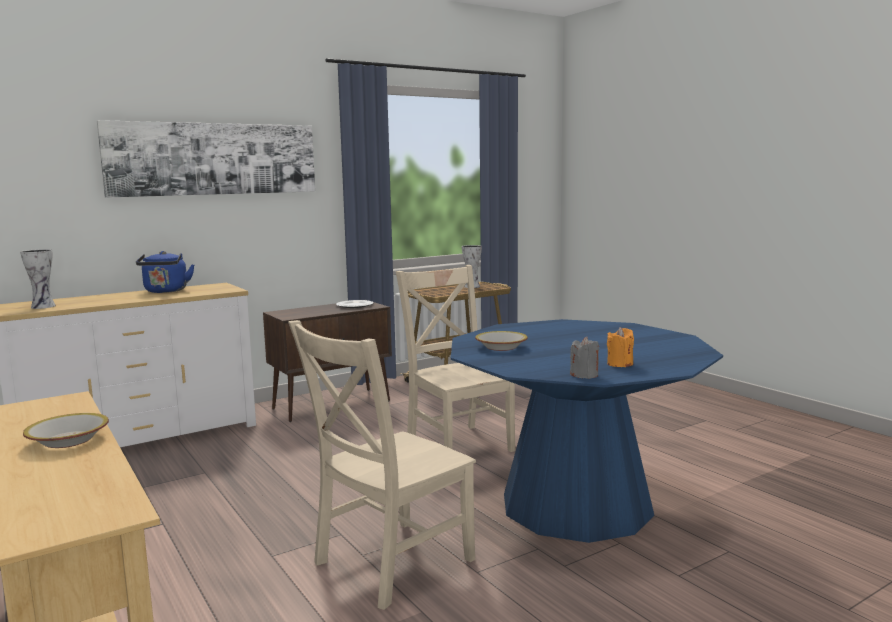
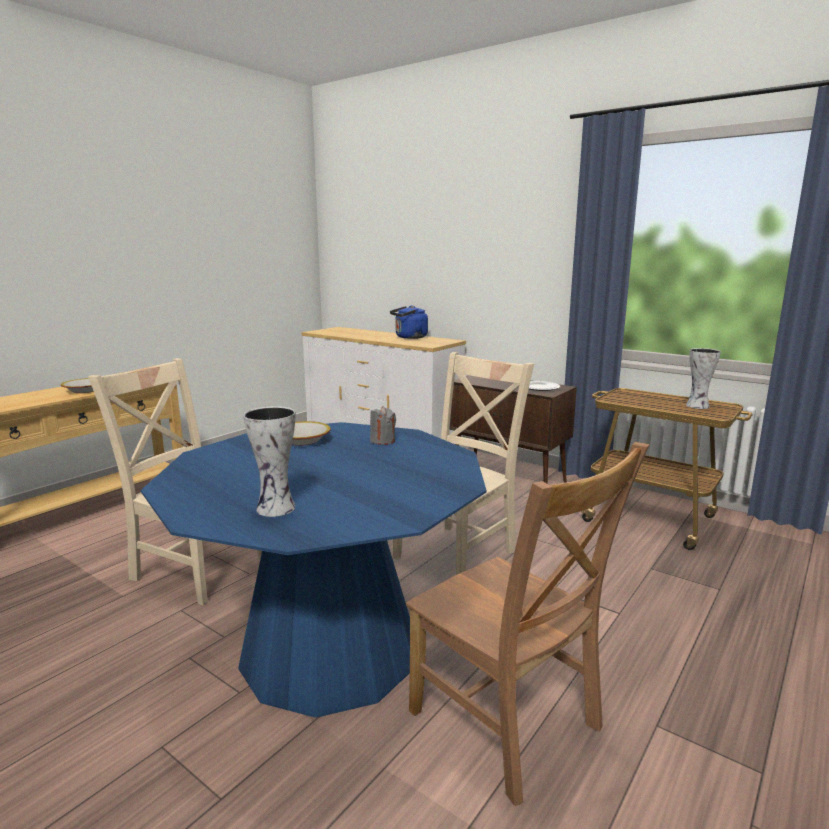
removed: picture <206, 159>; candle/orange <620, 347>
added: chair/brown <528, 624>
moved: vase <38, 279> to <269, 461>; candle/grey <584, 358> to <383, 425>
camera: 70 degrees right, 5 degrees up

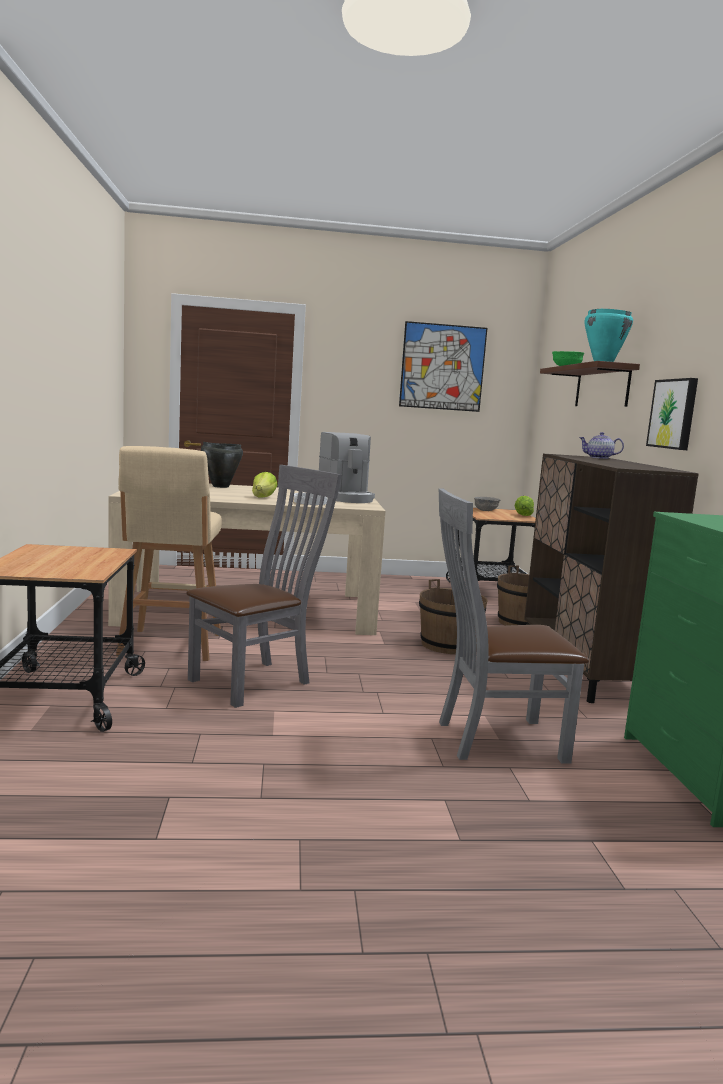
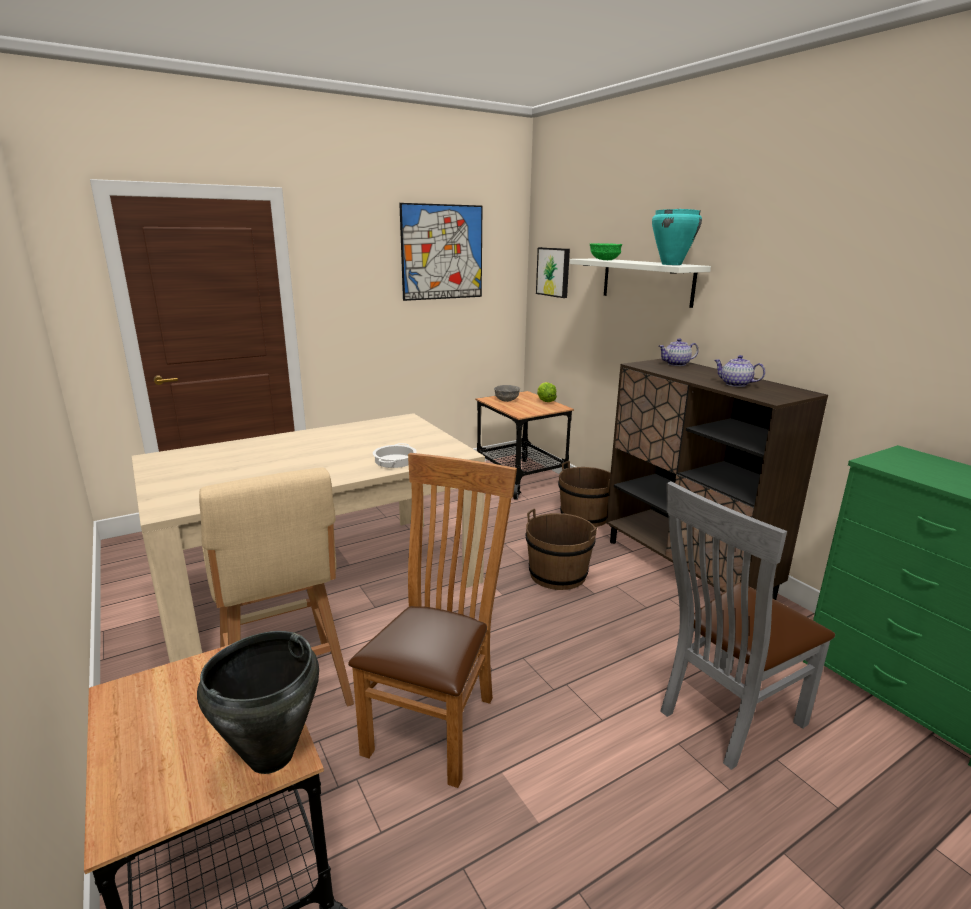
removed: lettuce <265, 484>; coffee machine <347, 467>
added: teapot <739, 371>
moved: cooking pot/black <222, 465> to <258, 702>; picture <672, 414> to <553, 272>
recoloured: chair/grey <264, 586> to chair/brown <432, 620>; shelf/brown <590, 384> to shelf/white <640, 283>
camera: 25 degrees left, 10 degrees up

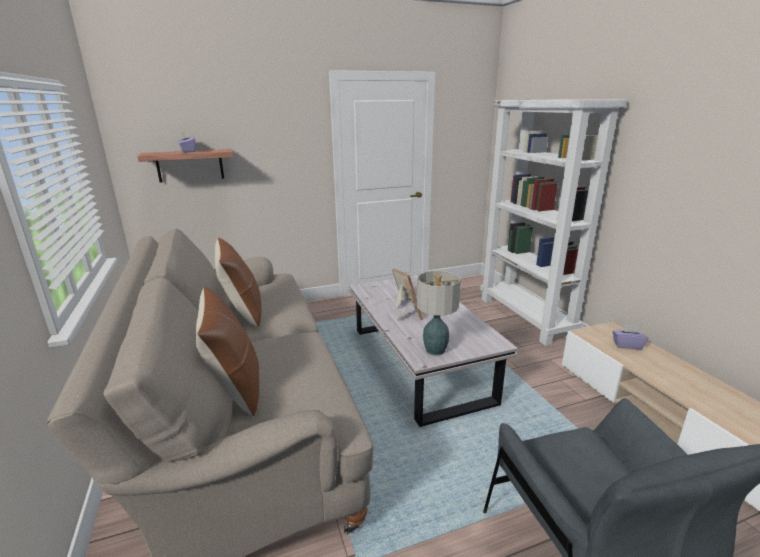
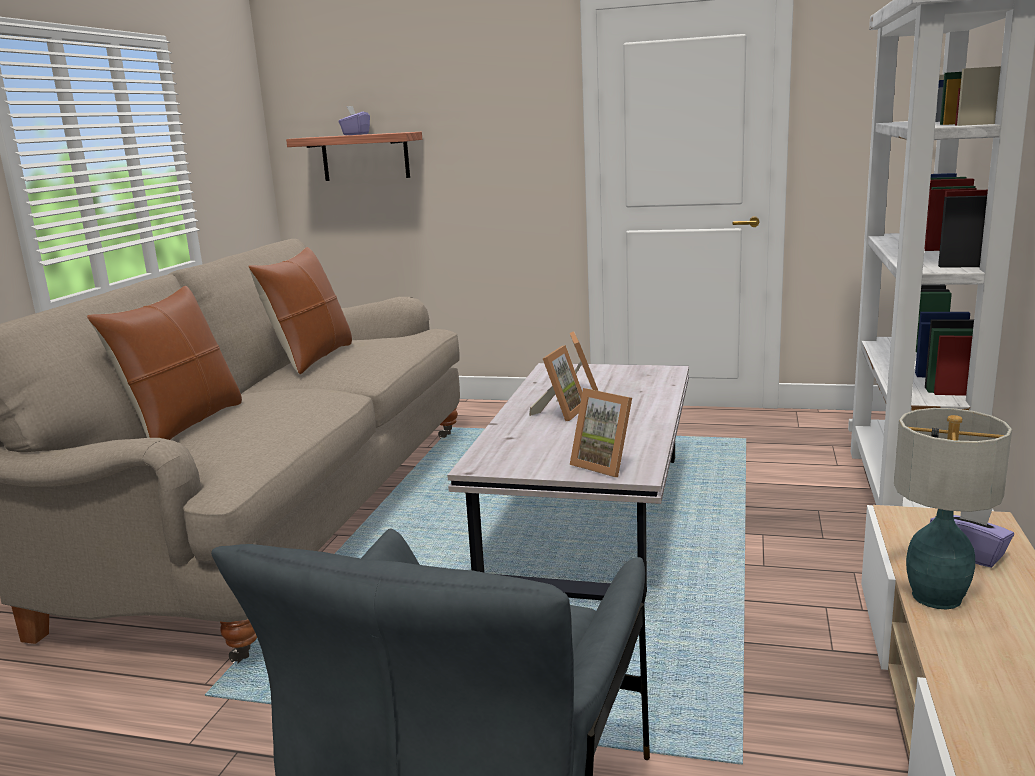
added: picture frame <601, 432>
moved: table lamp <439, 313> to <953, 509>
camera: 35 degrees right, 5 degrees down

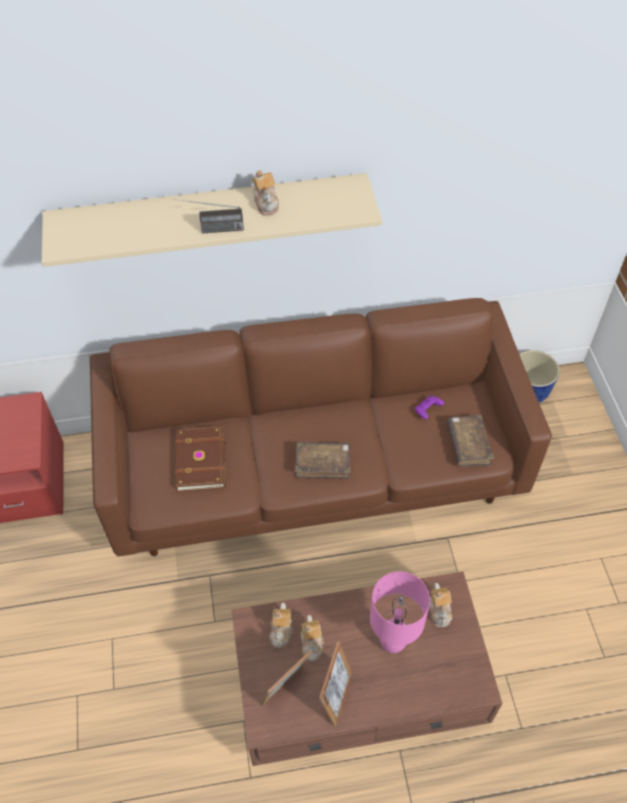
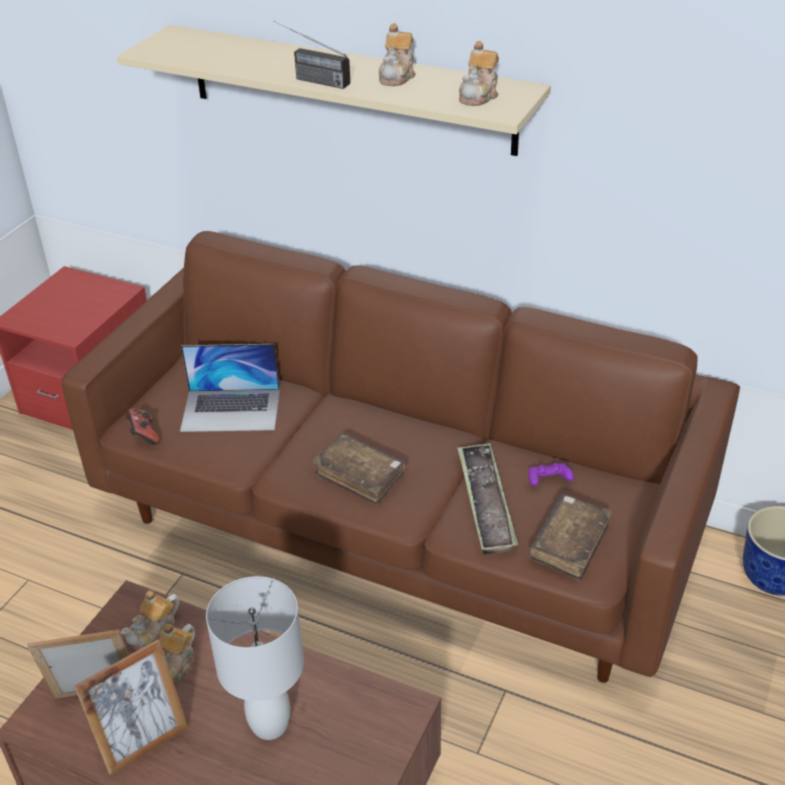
added: game controller <142, 427>; tray <488, 498>
moved: teapot <440, 605> to <479, 73>
replaced: book/brown <200, 459> to laptop <230, 388>
recoloured: table lamp/pink <400, 612> to table lamp/white <255, 658>
camera: 35 degrees right, 15 degrees down

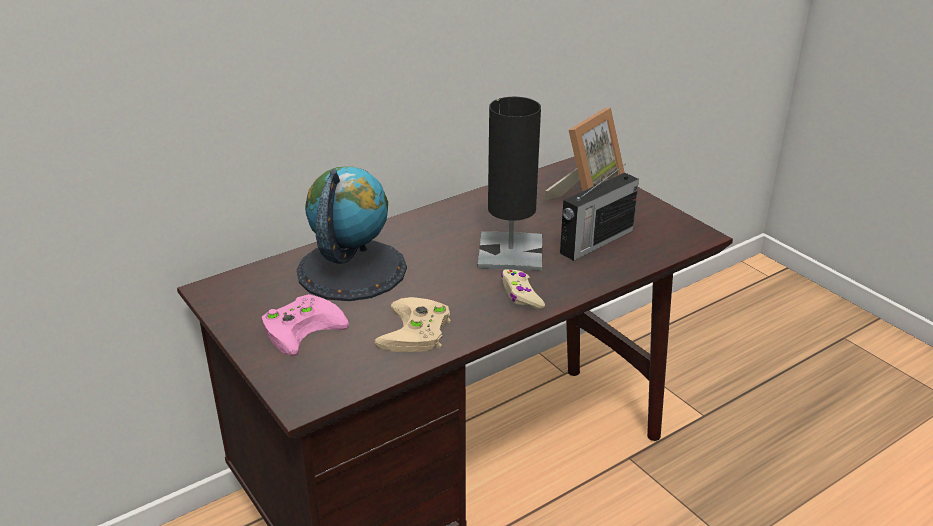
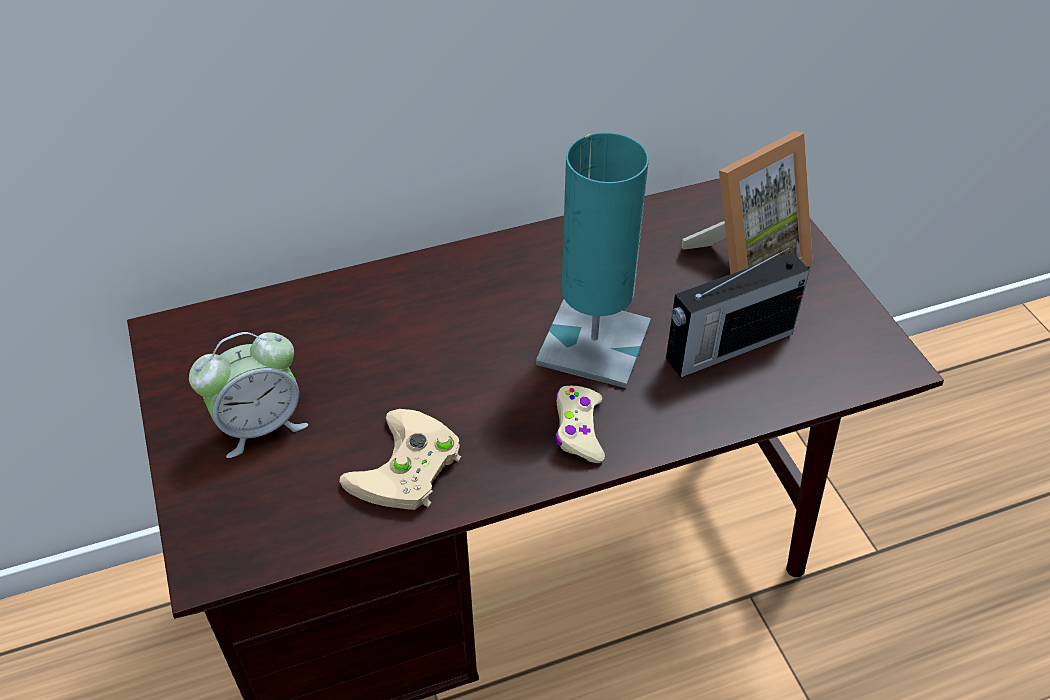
removed: globe <352, 233>
replaced: game controller/pink <305, 325> to alarm clock <248, 395>
recoloured: table lamp/black <510, 184> to table lamp/turquoise <593, 260>
camera: 15 degrees right, 15 degrees up

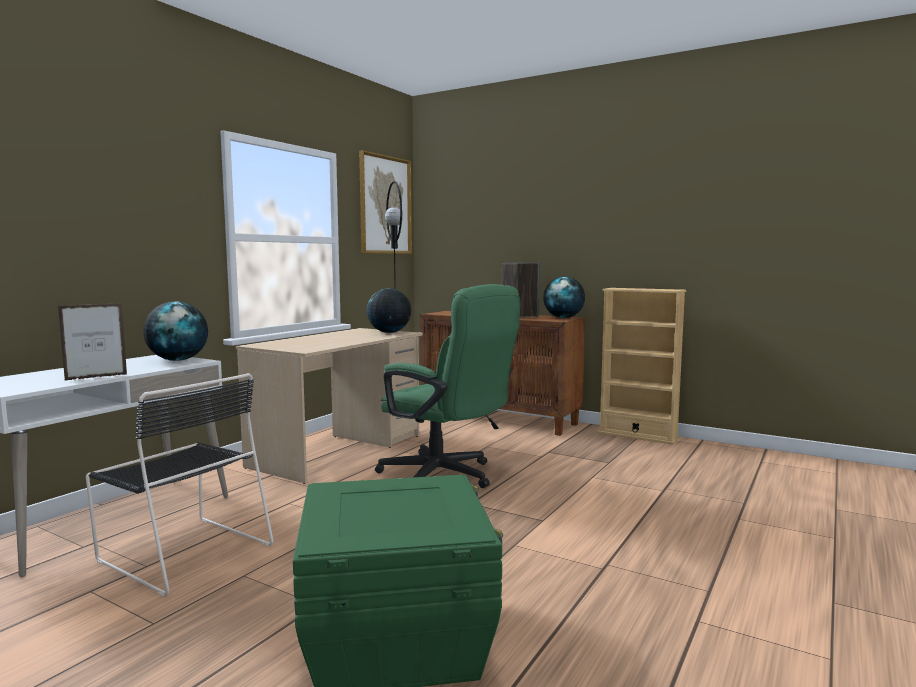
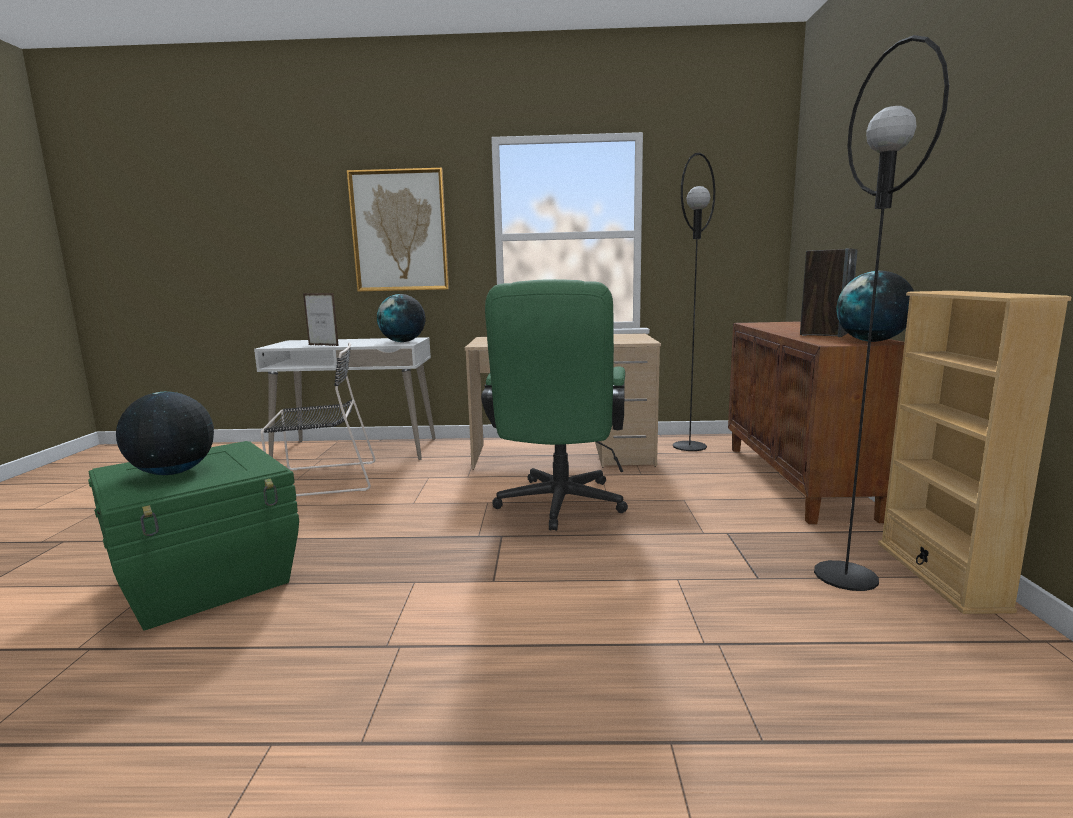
added: floor lamp/black <881, 313>
moved: globe <389, 310> to <165, 433>; picture <385, 202> to <398, 230>
turned: chair/black <180, 484> = <318, 419> 105 degrees counterclockwise
camera: 60 degrees right, 5 degrees up

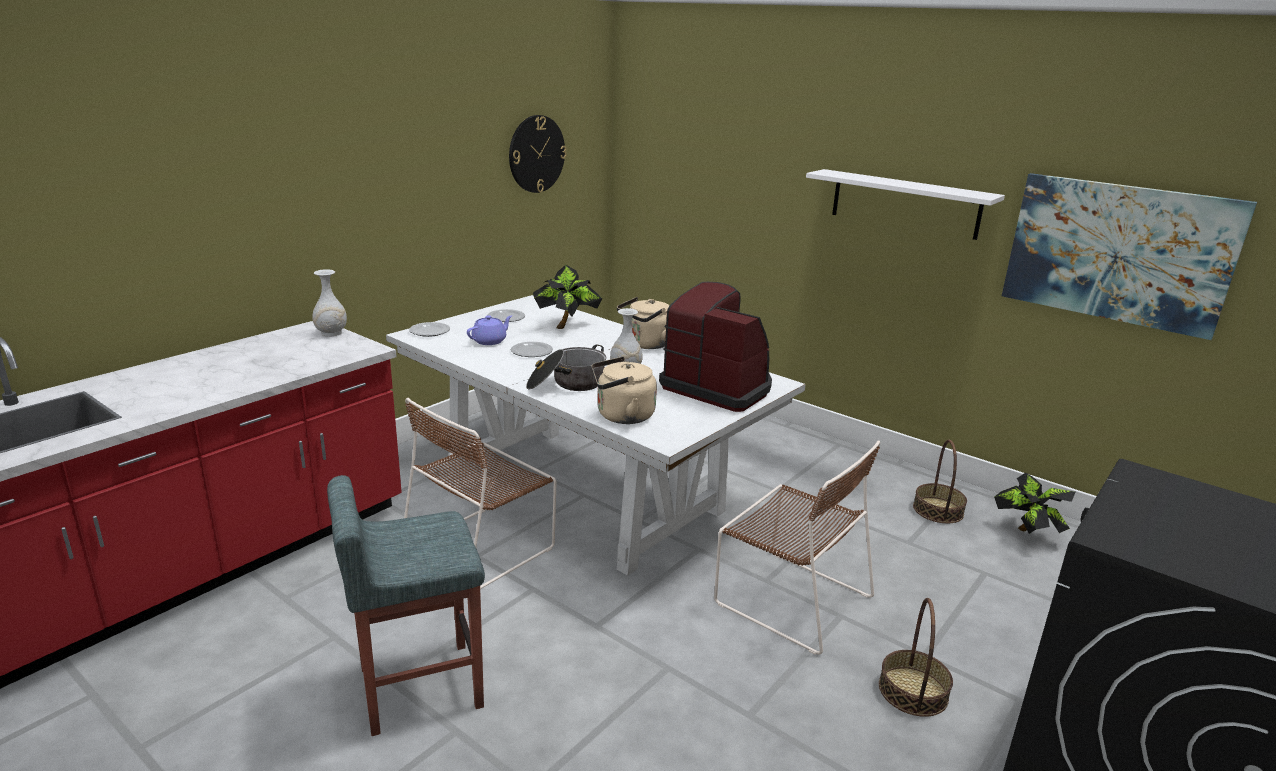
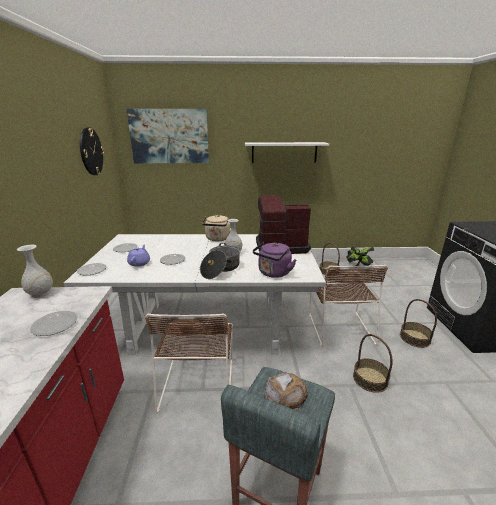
removed: potted plant <568, 297>
added: plate <54, 323>; bread <286, 391>; basket <373, 363>
moved: picture <1129, 256> to <167, 136>
recoloured: kettle/beige <624, 390> to kettle/purple <274, 260>
turned: chair/brown <797, 547> = <348, 306> 90 degrees clockwise
camera: 40 degrees left, 0 degrees up

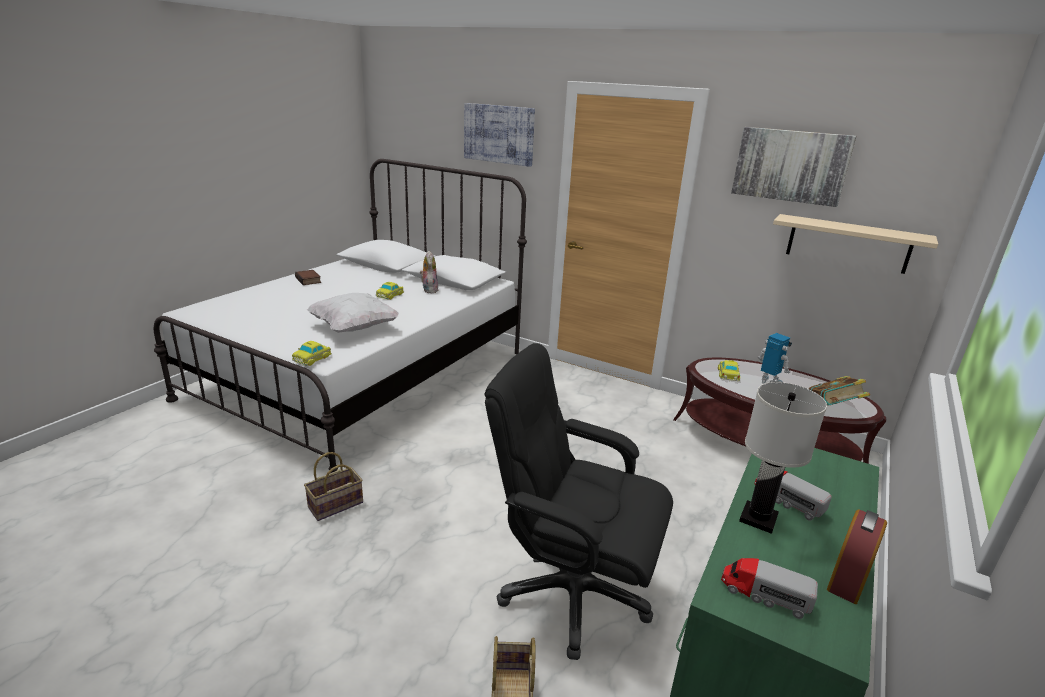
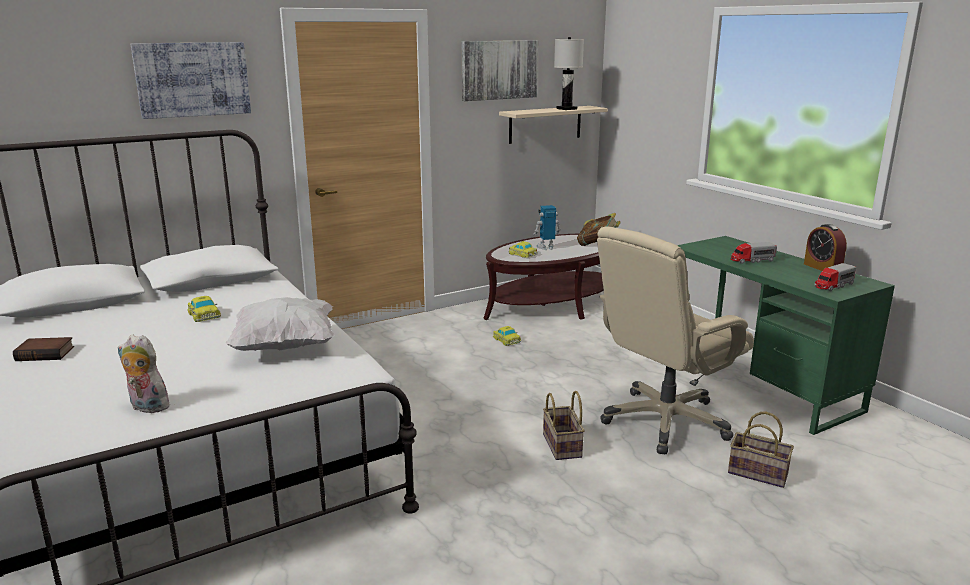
moved: plush toy <429, 272> to <143, 373>; toy car <312, 353> to <507, 336>; basket <333, 486> to <564, 425>; table lamp/white <783, 458> to <569, 73>
recoloured: office chair/black <578, 501> to office chair/beige <675, 340>
camera: 60 degrees left, 5 degrees down

